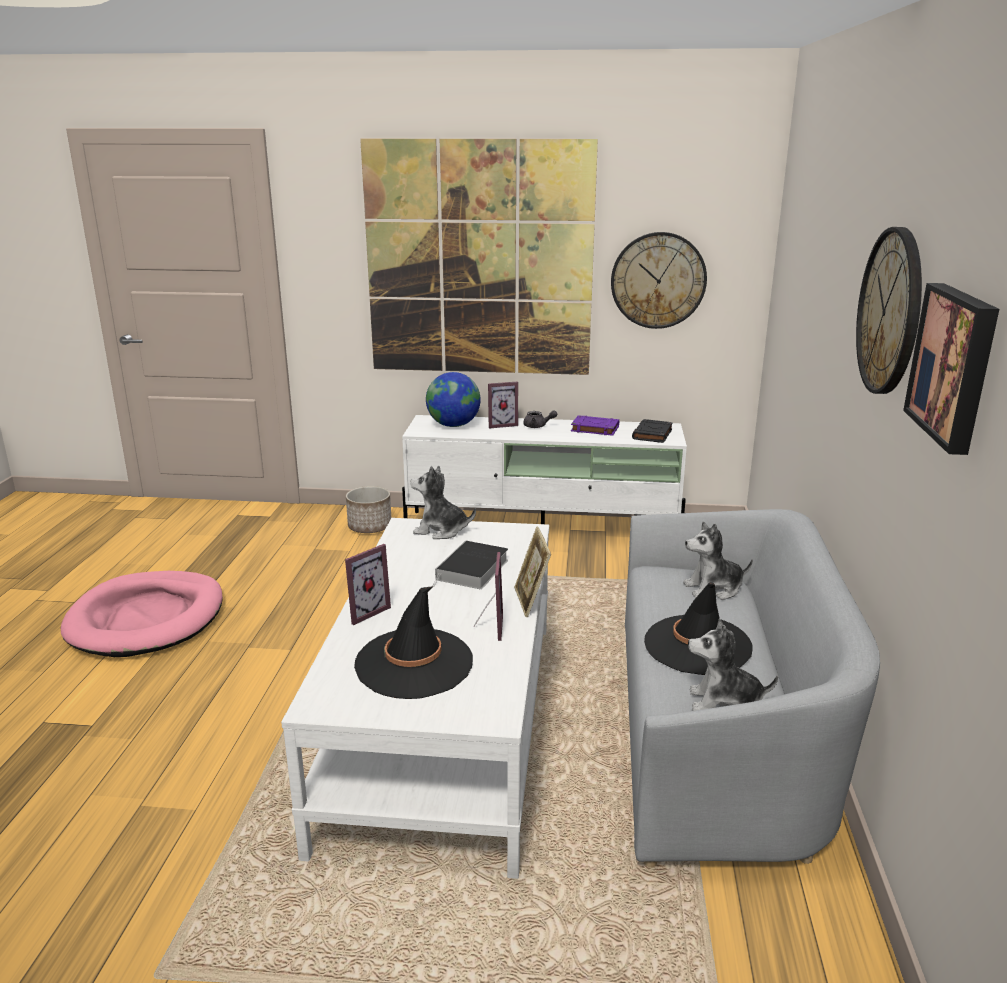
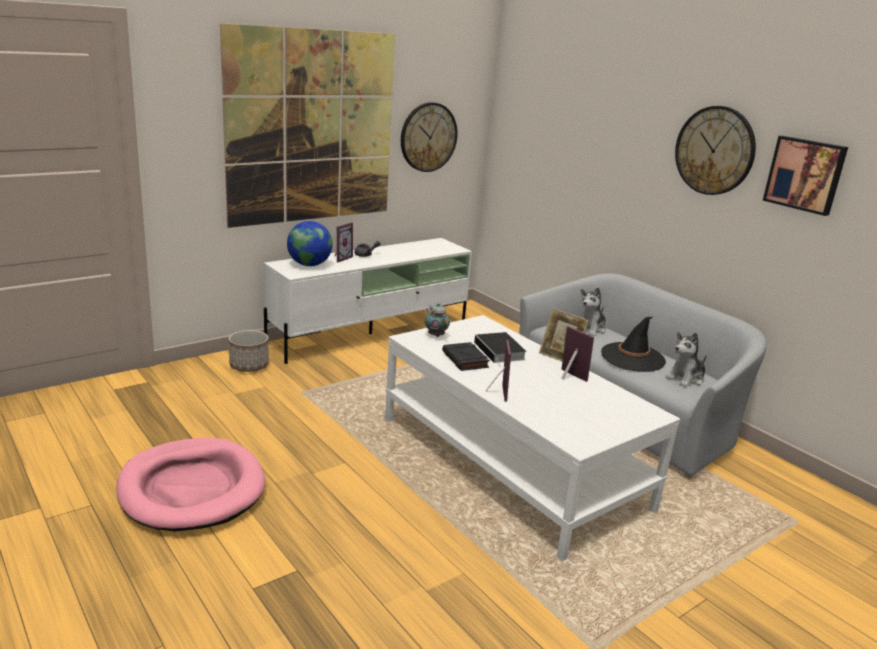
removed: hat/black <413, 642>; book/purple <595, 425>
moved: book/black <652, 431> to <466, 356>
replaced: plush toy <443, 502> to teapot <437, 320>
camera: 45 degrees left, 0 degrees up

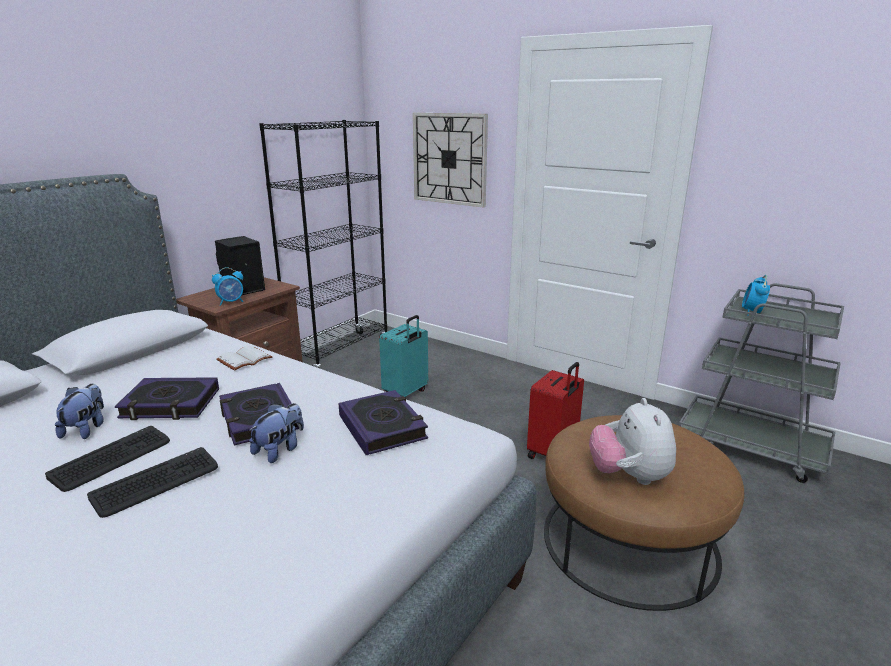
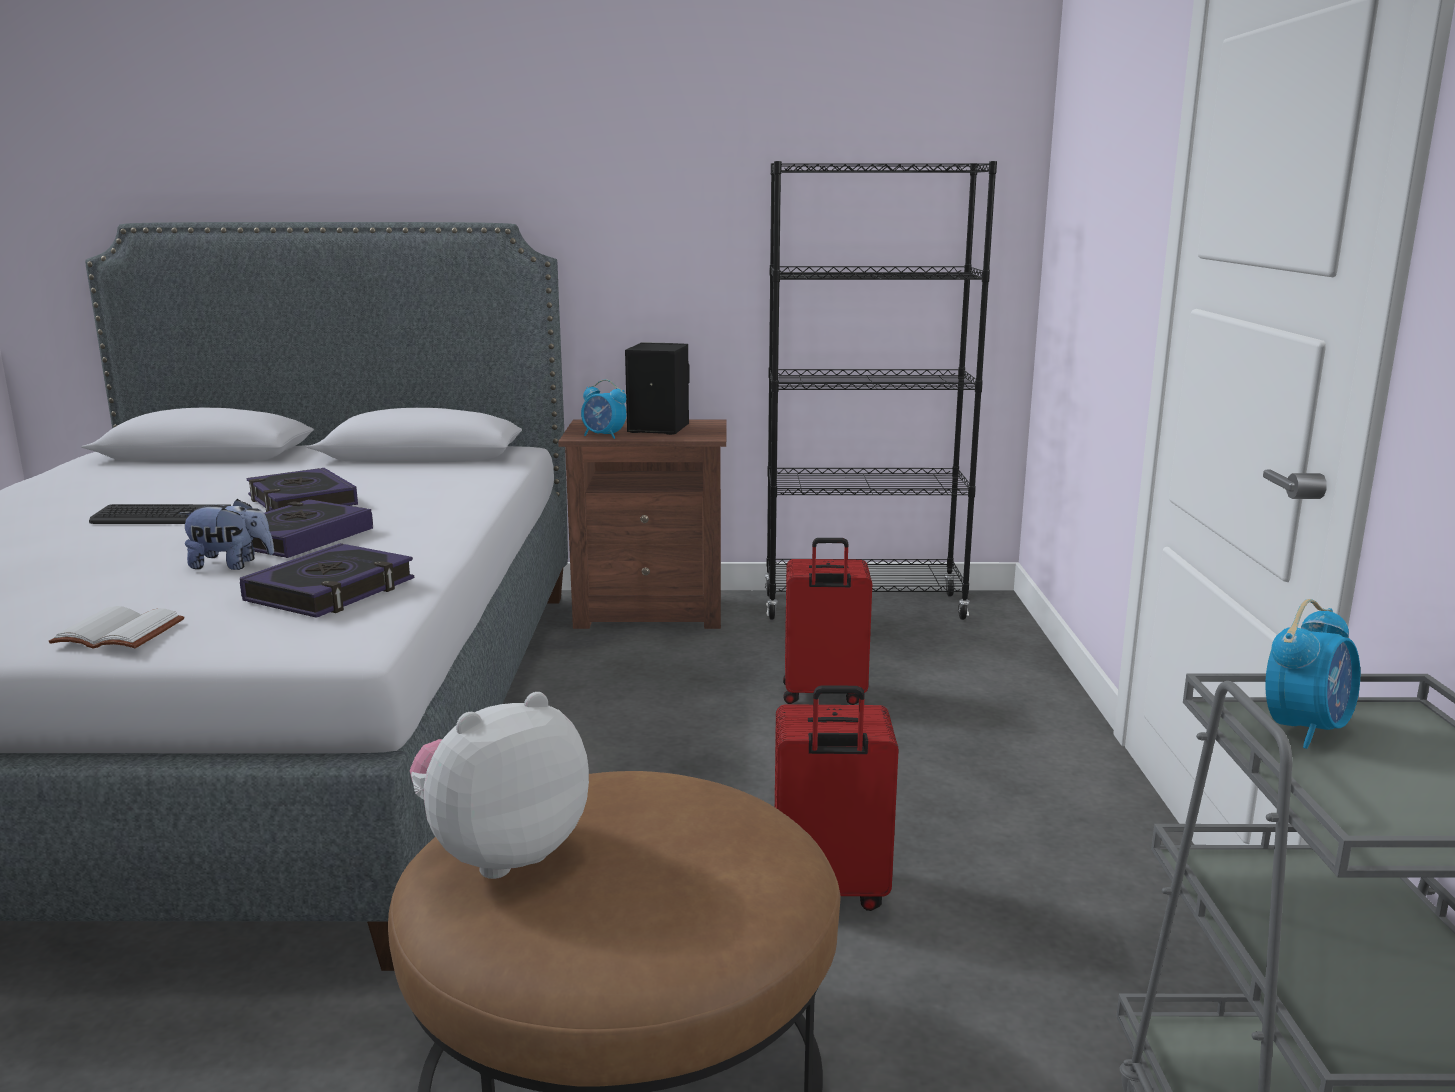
removed: plush toy <79, 411>; keyboard <152, 482>; wall clock <450, 160>
moved: book/white <244, 358> to <116, 627>
recoloured: suitcase/turquoise <403, 356> to suitcase/red <827, 621>
turned: alarm clock <756, 295> = <1313, 674> 150 degrees clockwise
camera: 55 degrees right, 5 degrees down

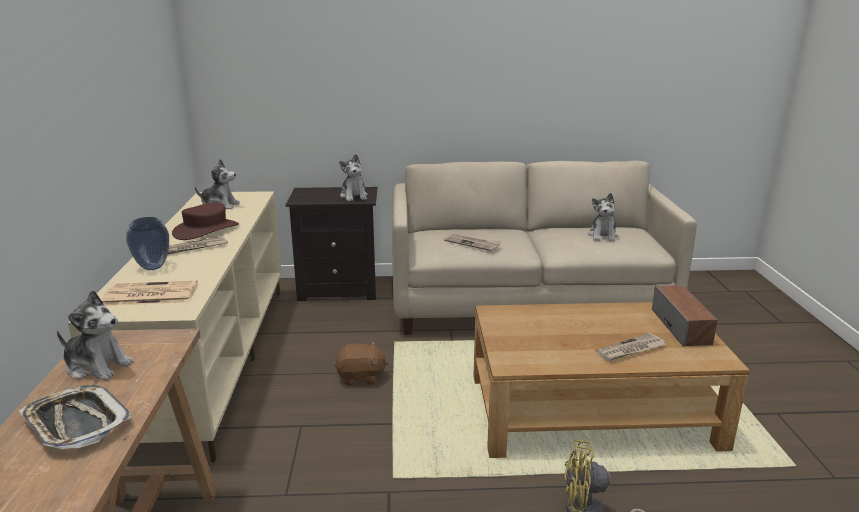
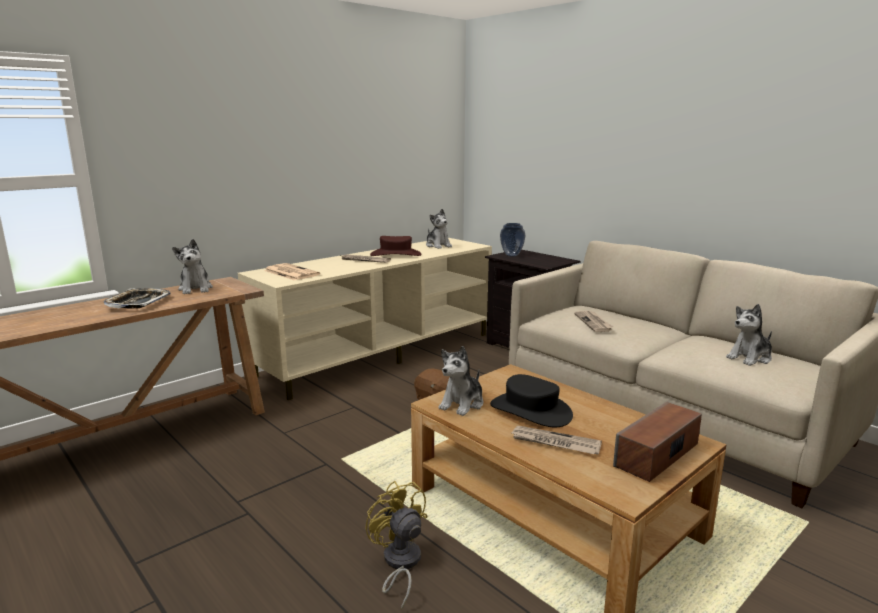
added: hat/black <531, 400>
moved: plush toy <353, 177> to <461, 381>; vase <147, 243> to <513, 240>
camera: 50 degrees right, 5 degrees down

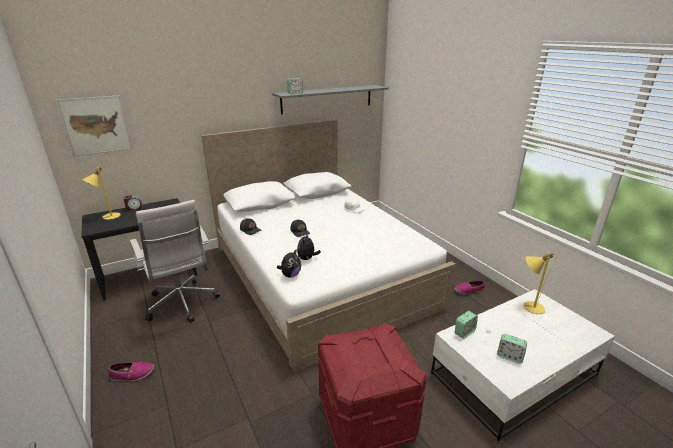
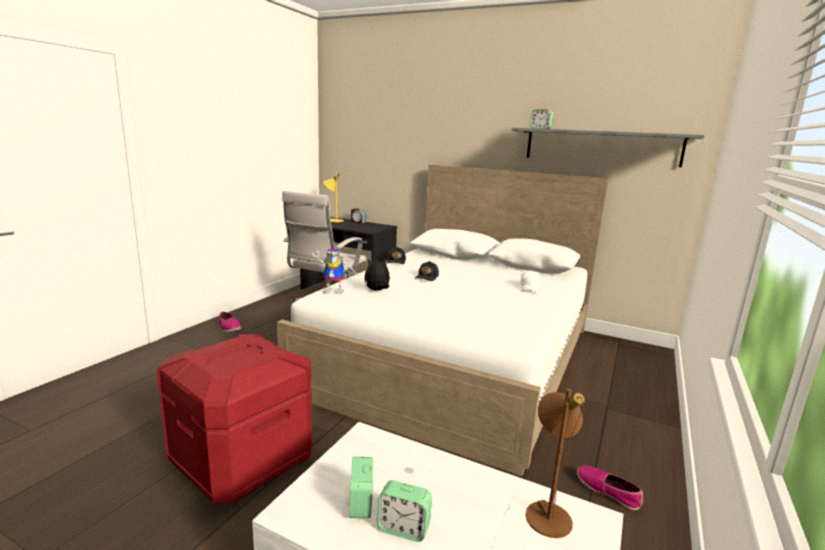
removed: picture <94, 126>
moved: alarm clock <466, 325> to <404, 511>
replaced: plush toy <289, 263> to toy robot <334, 270>
recoloured: table lamp/yellow <539, 283> to table lamp/brown <555, 463>
camera: 55 degrees right, 10 degrees down

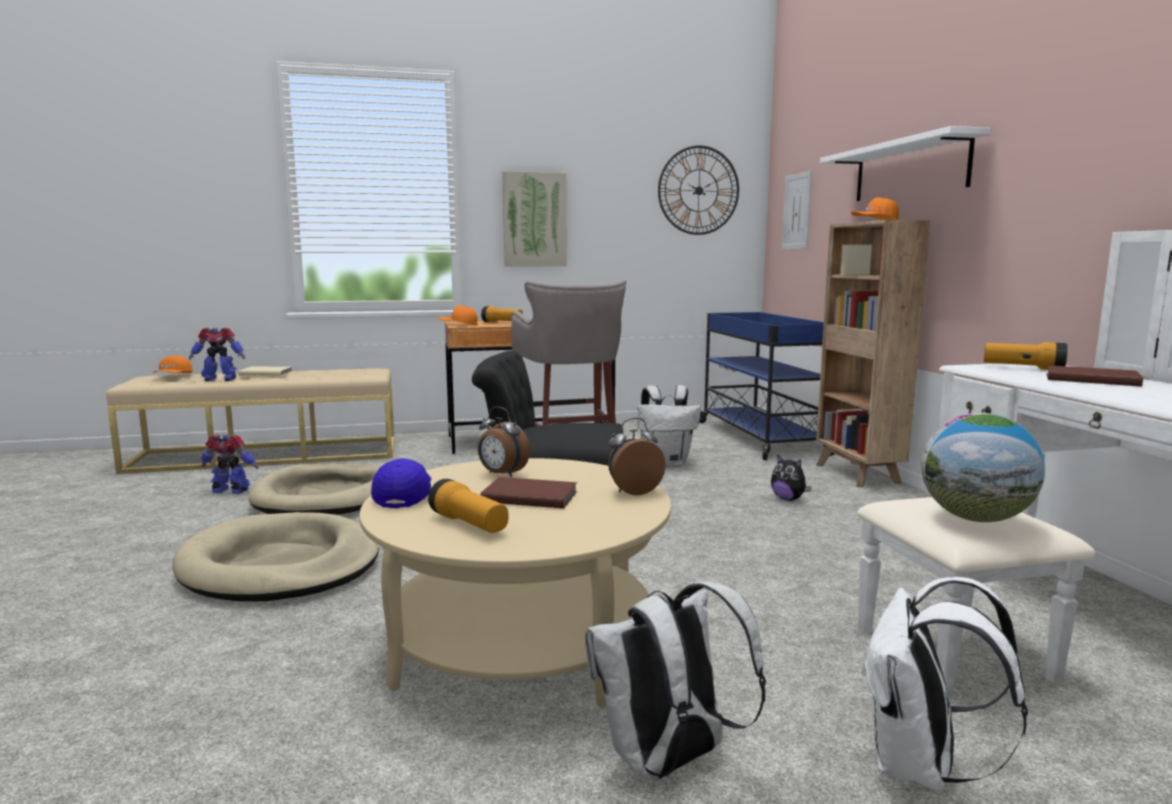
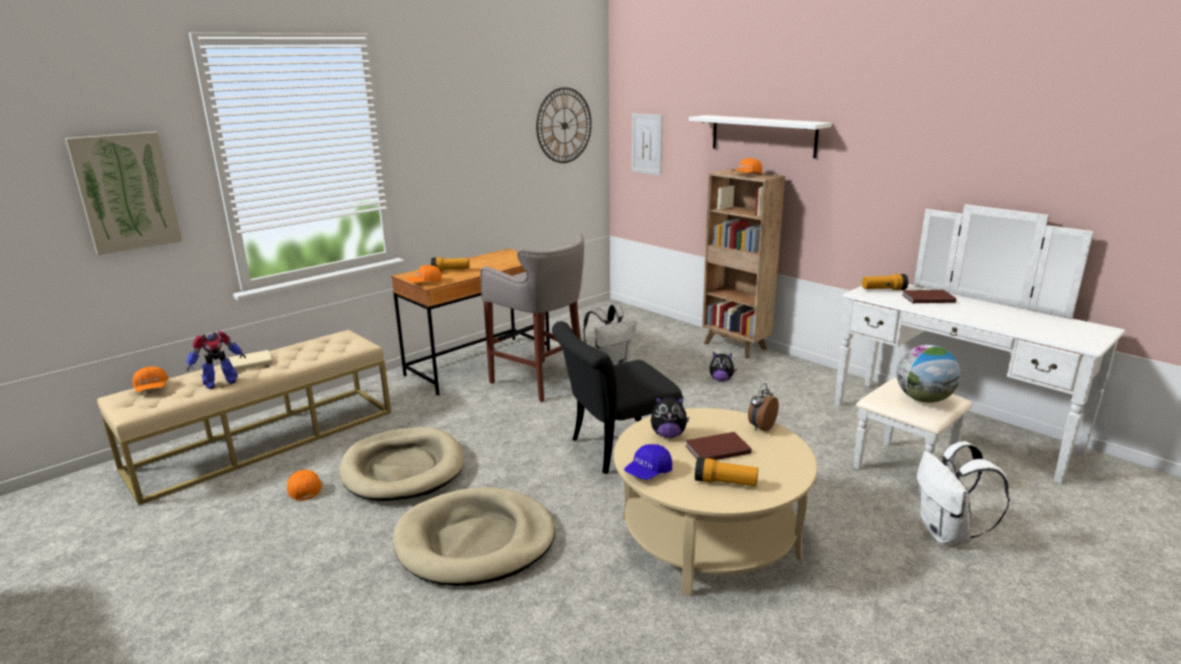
removed: backpack/white <675, 681>; cart/blue <766, 386>
moved: picture <534, 218> to <123, 193>
replaced: toy robot <230, 464> to cap/orange <304, 485>; alarm clock <504, 442> to plush toy <670, 417>
turned: cap/blue <401, 483> = <648, 462> 105 degrees counterclockwise
camera: 30 degrees left, 10 degrees up

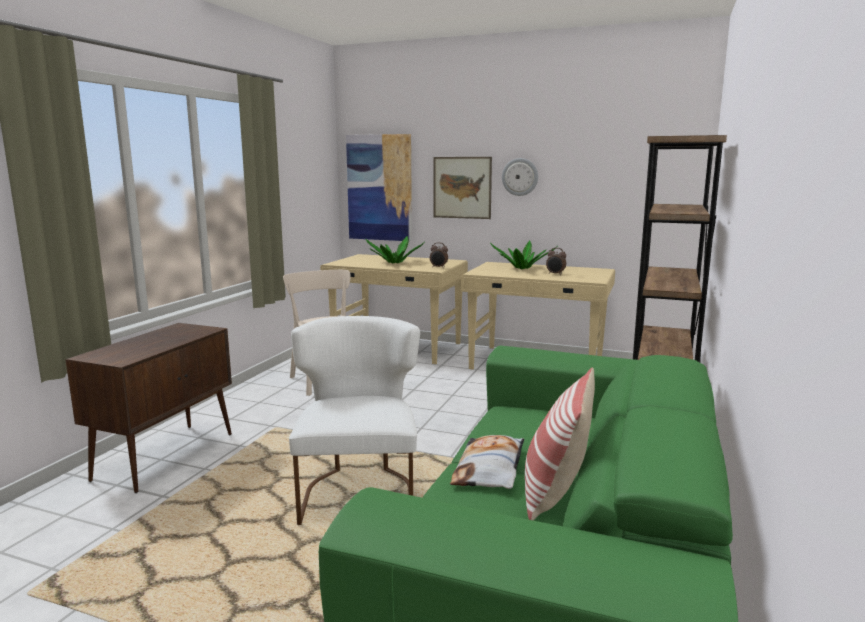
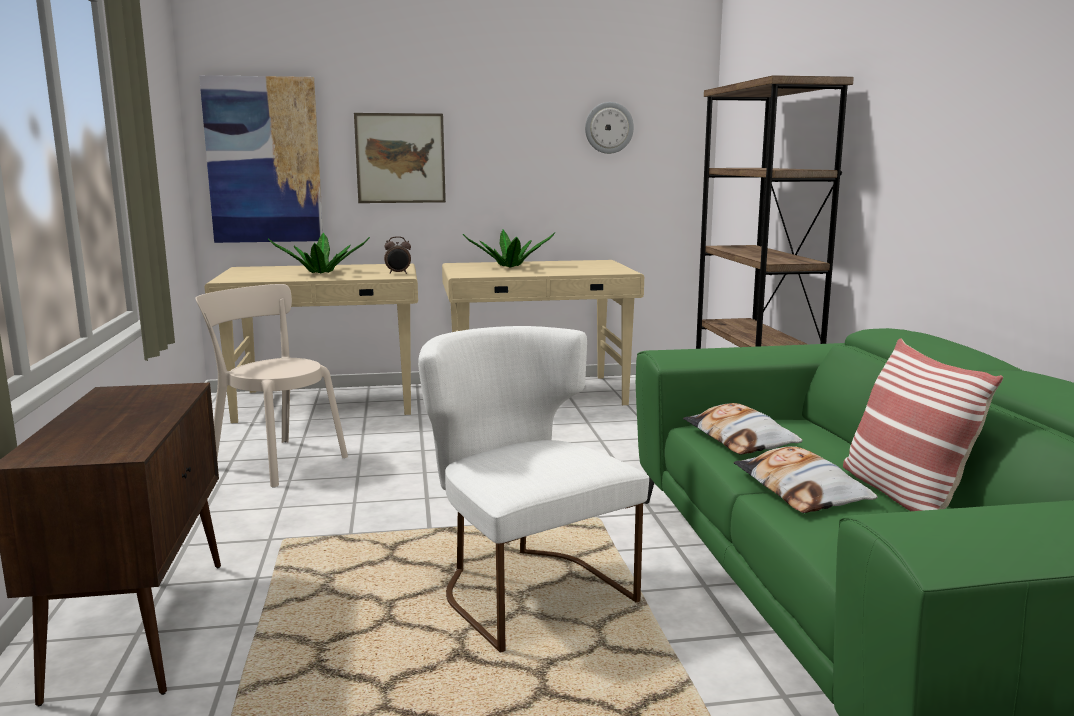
removed: alarm clock <556, 261>
added: pillow <743, 429>
moved: wall clock <520, 177> to <609, 128>
camera: 30 degrees left, 0 degrees up

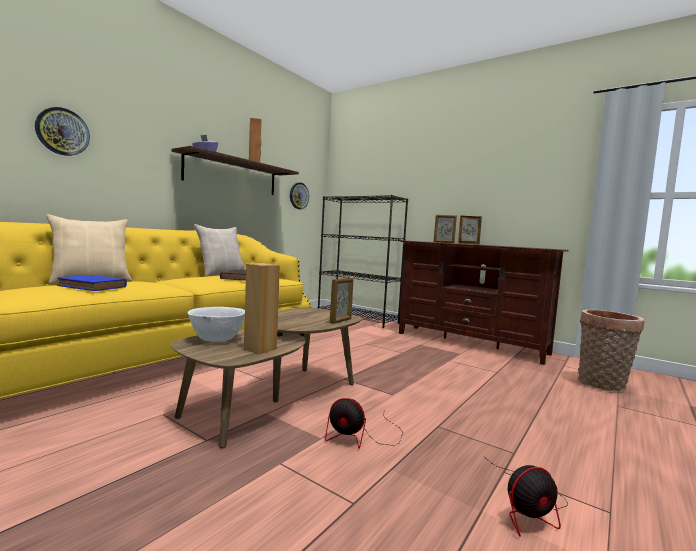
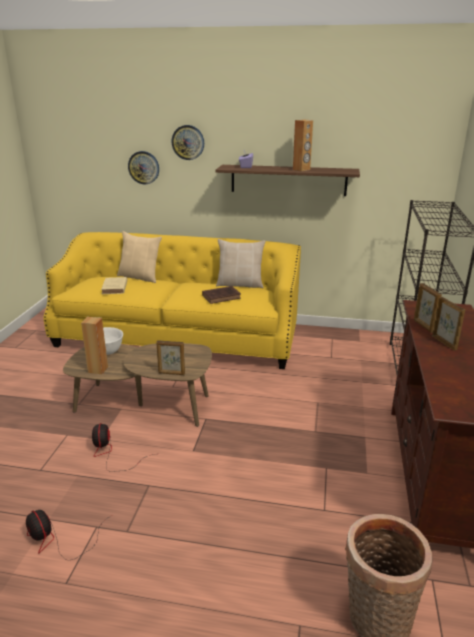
moved: wall clock <299, 195> to <187, 142>
recoloured: book/blue <92, 283> to book/beige <114, 285>
camera: 65 degrees right, 20 degrees up

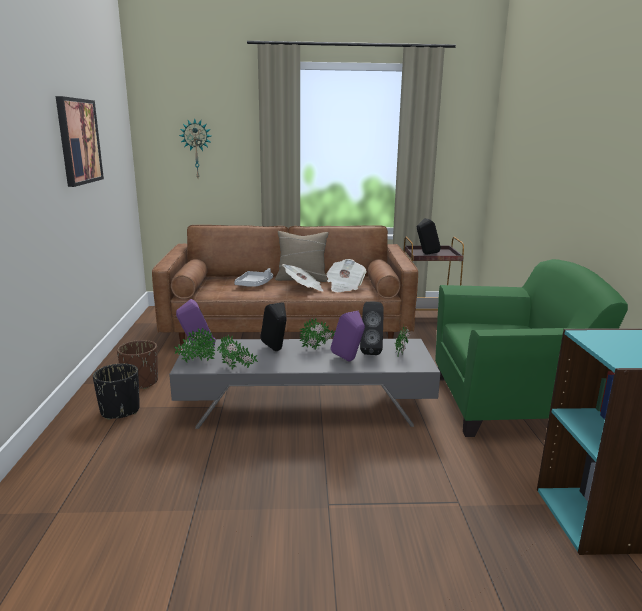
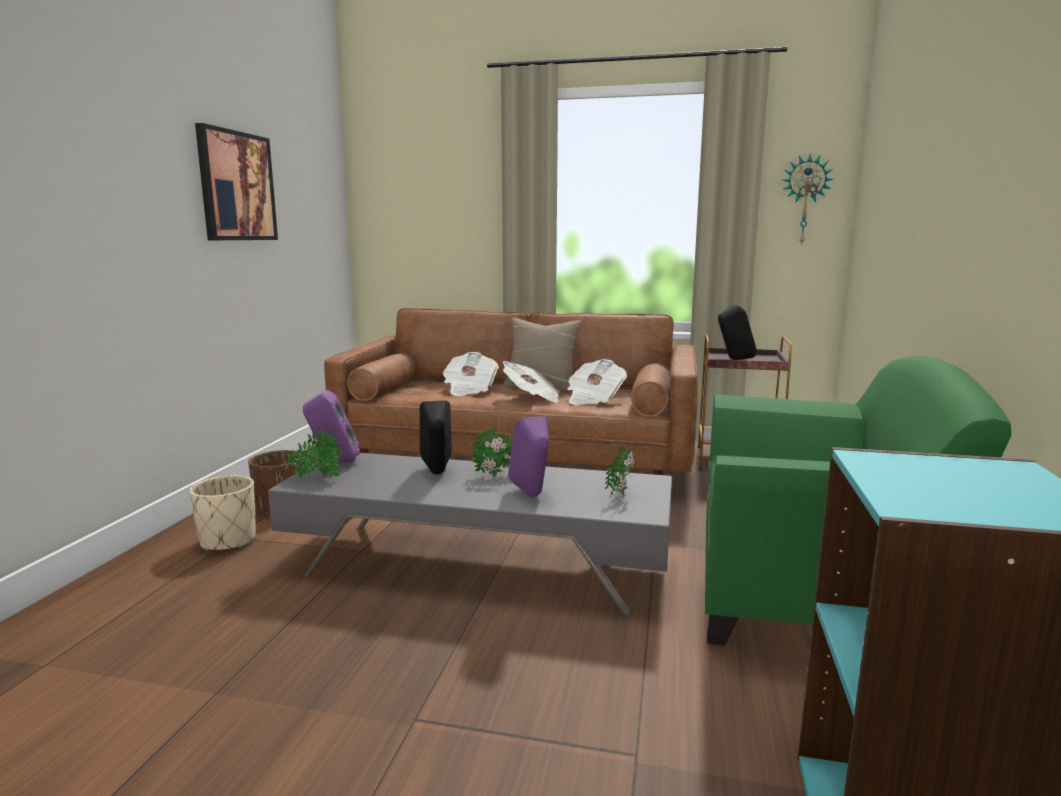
removed: potted plant <237, 352>; speaker/black <372, 328>
moved: wall clock <195, 148> to <808, 199>
replaced: tray/grey <253, 277> to newspaper <470, 374>
recoloured: planter/black <116, 391> to planter/beige <222, 513>
camera: 15 degrees right, 5 degrees down

